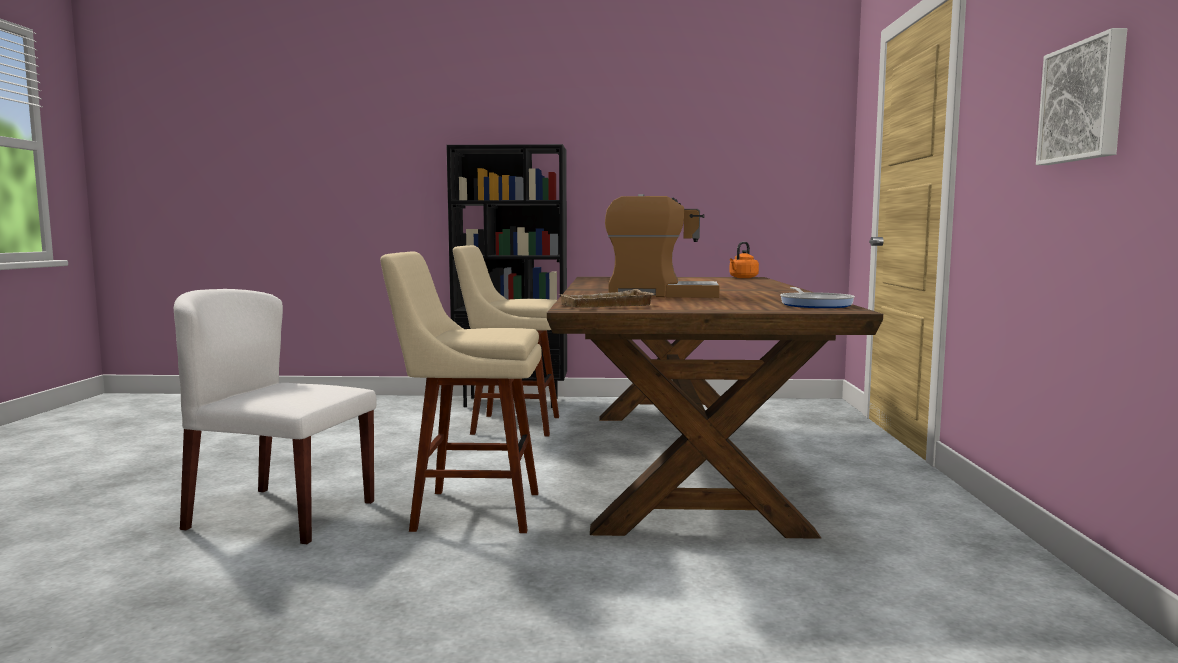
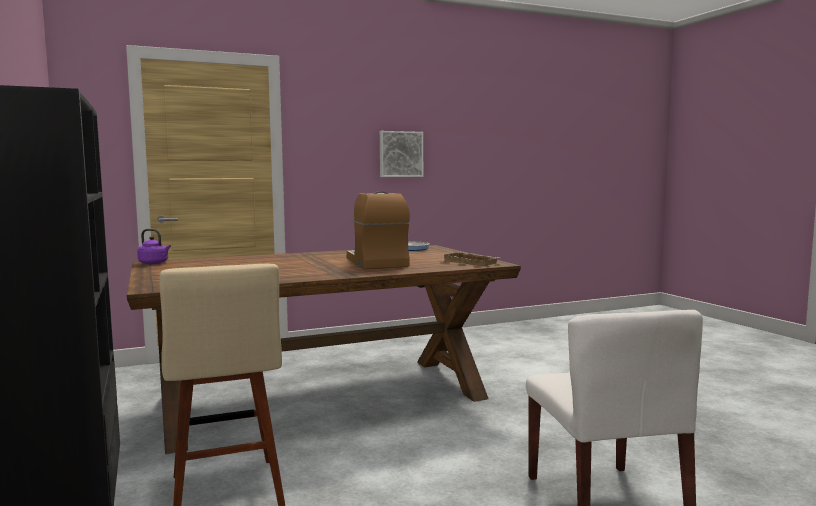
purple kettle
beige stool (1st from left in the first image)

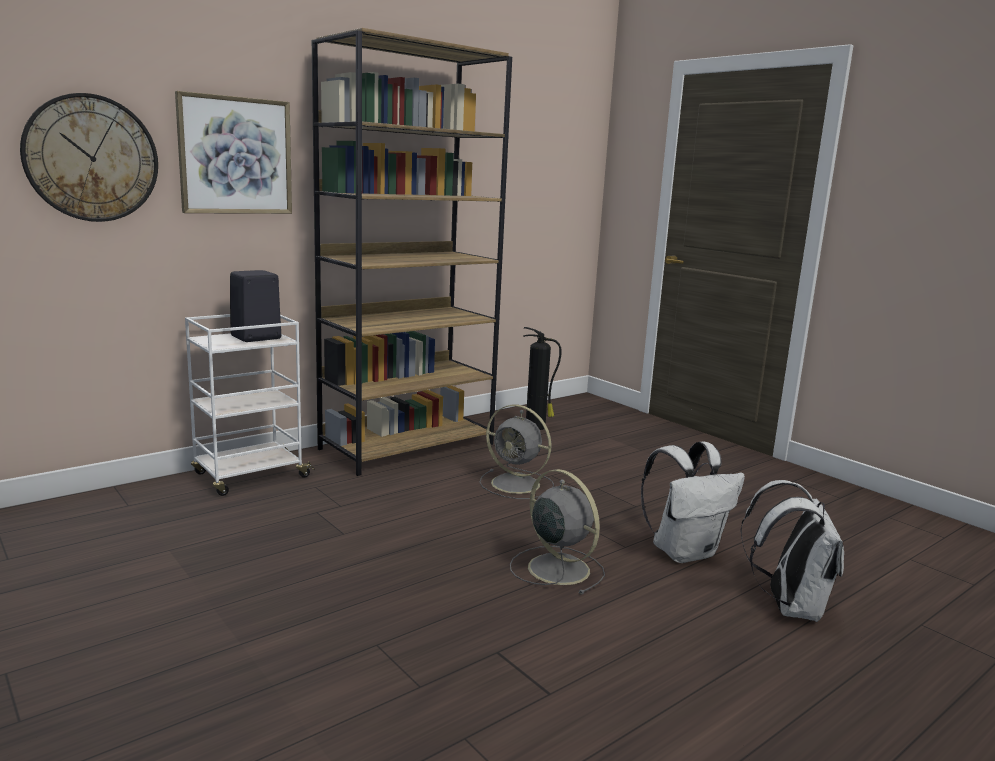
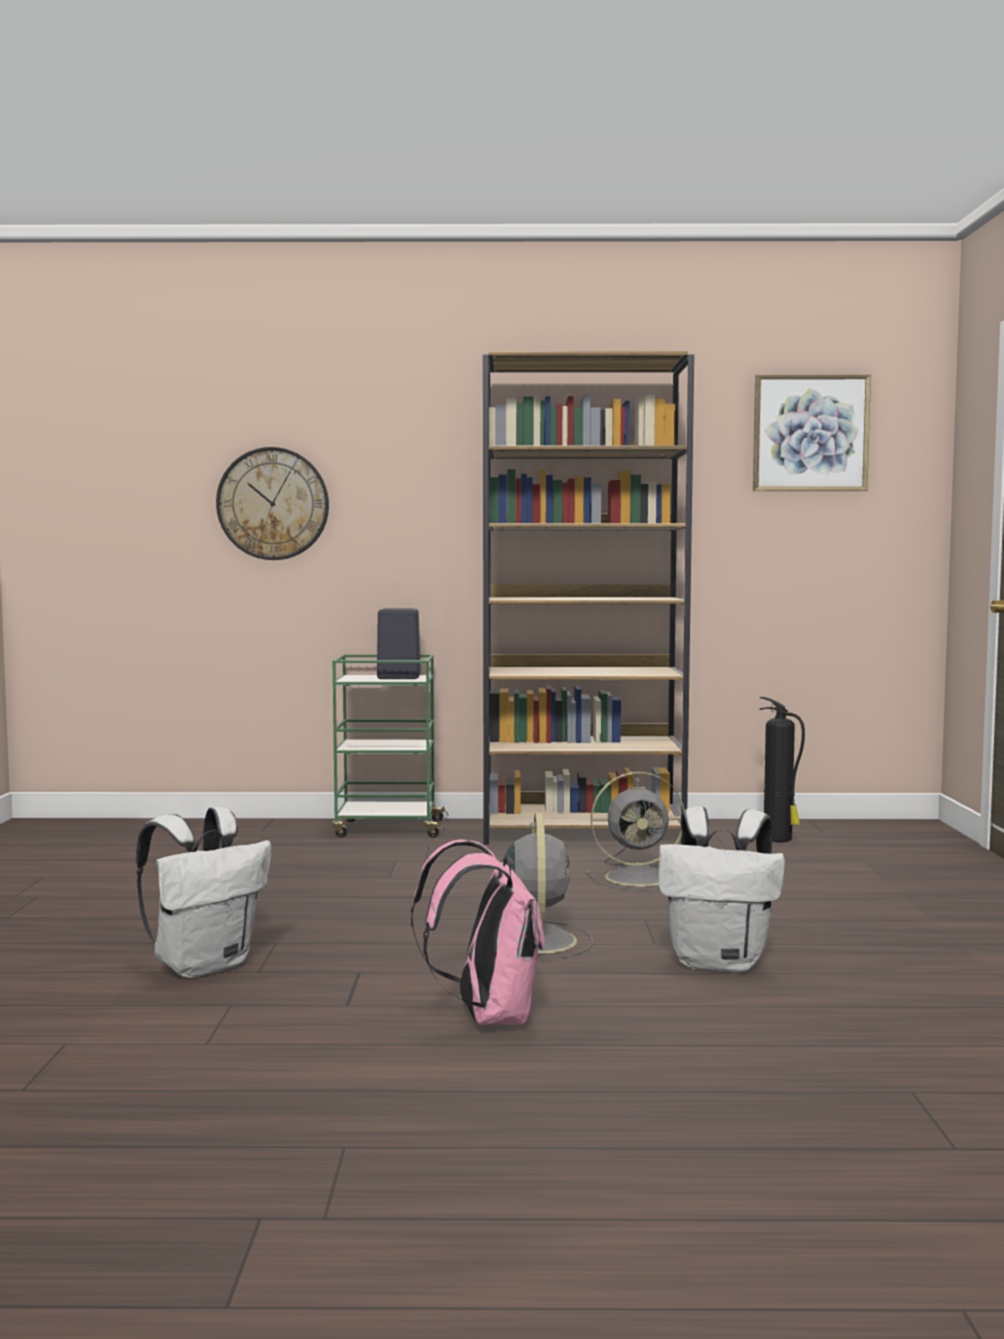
white backpack (1st from left)
green cart
pink backpack
grey fan (2nd from left)
picture

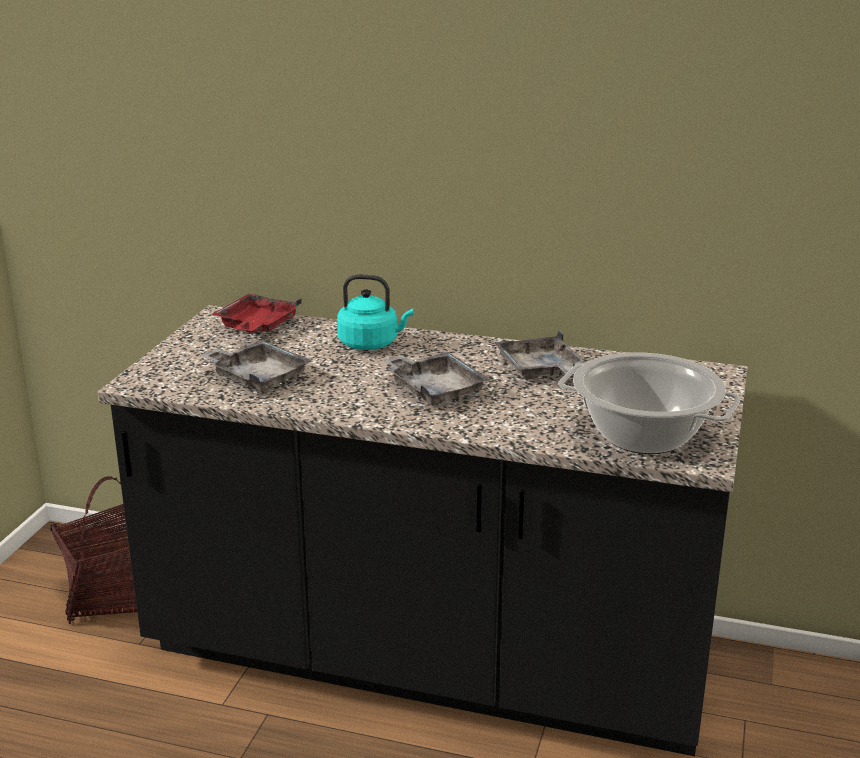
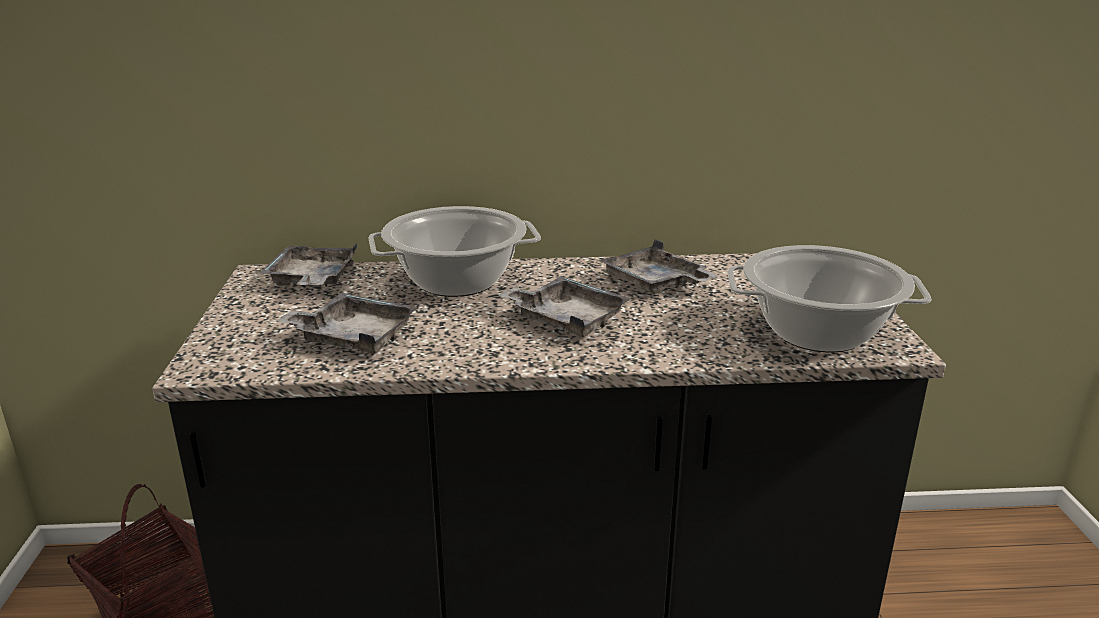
grey tray (1st from left)
cooking pot (1st from left)

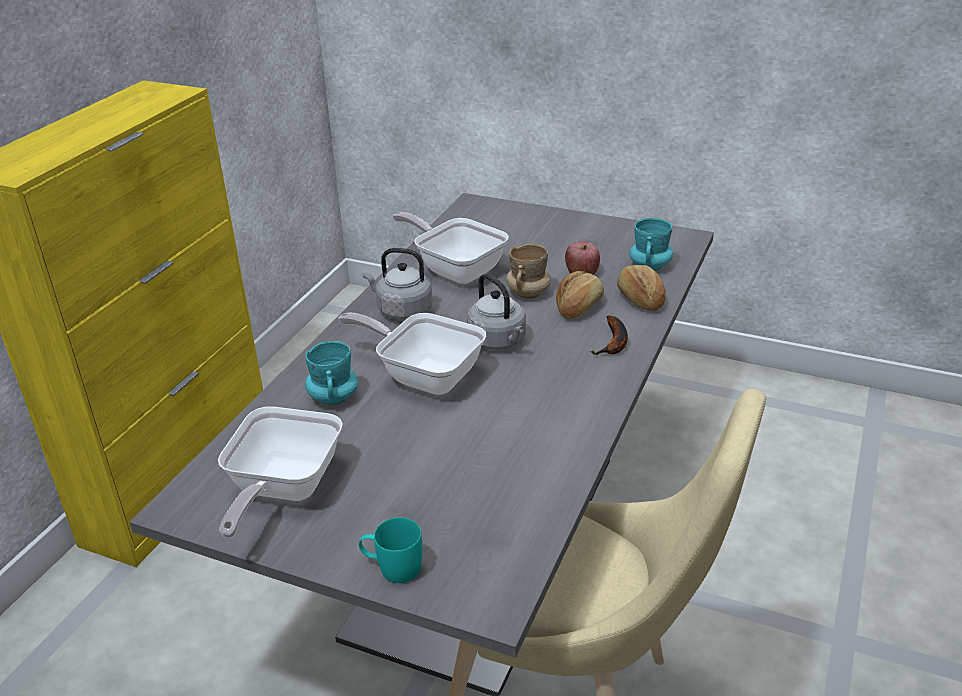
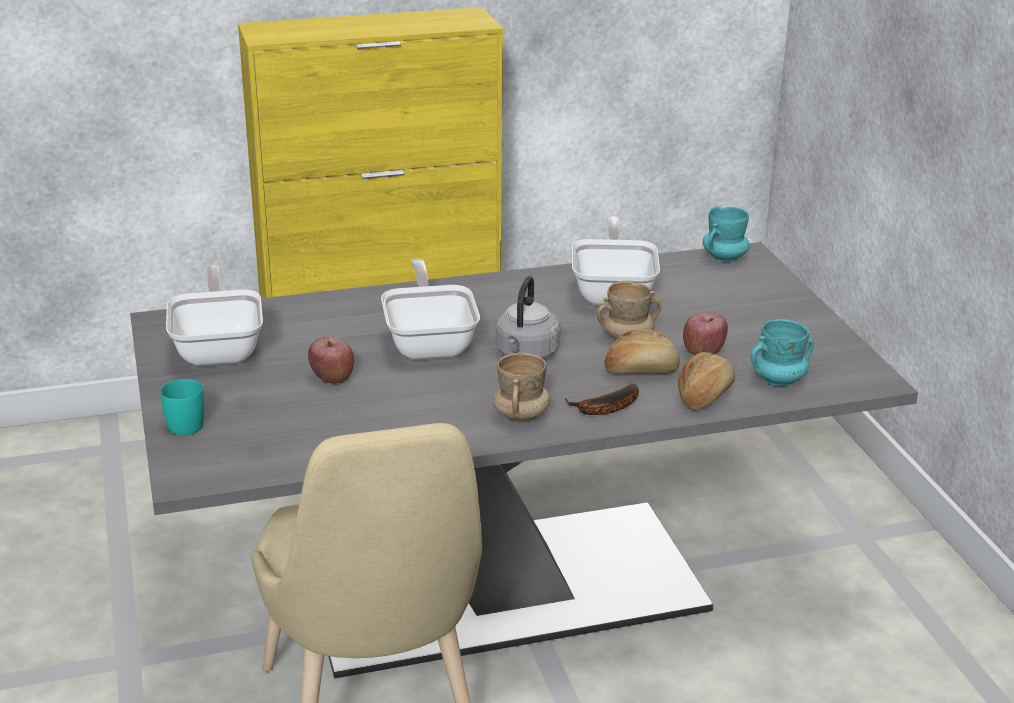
frying pan (1st from left)
apple (1st from left)
beige mug (1st from left)
turquoise mug (2nd from left)
grey kettle (1st from left in the first image)

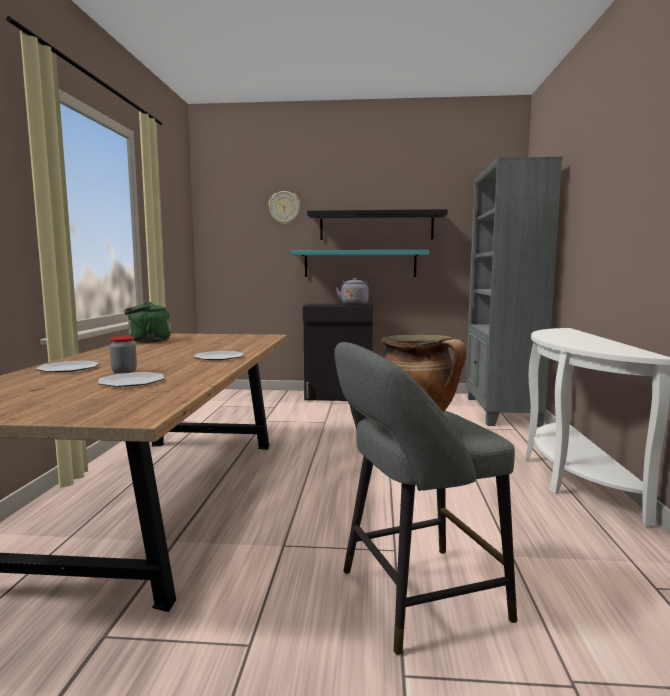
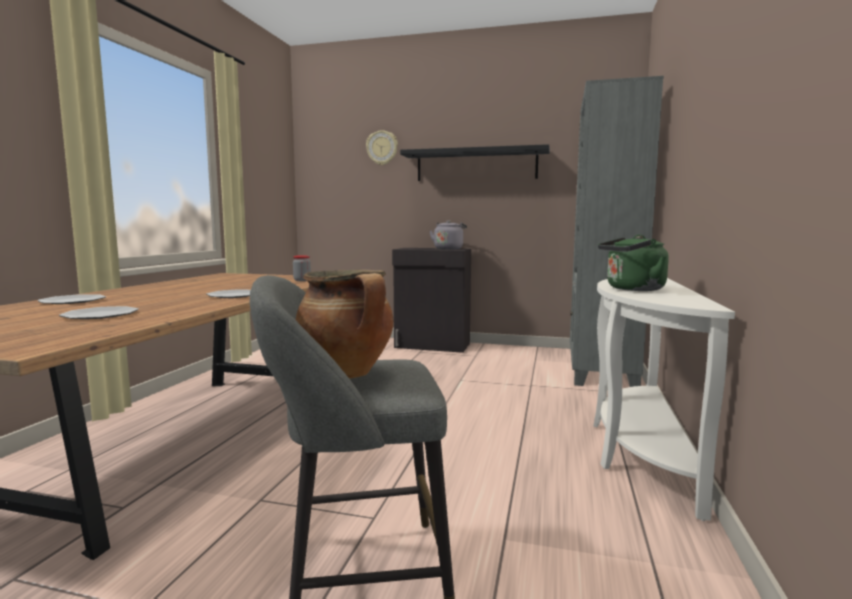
jar
green kettle
turquoise shelf

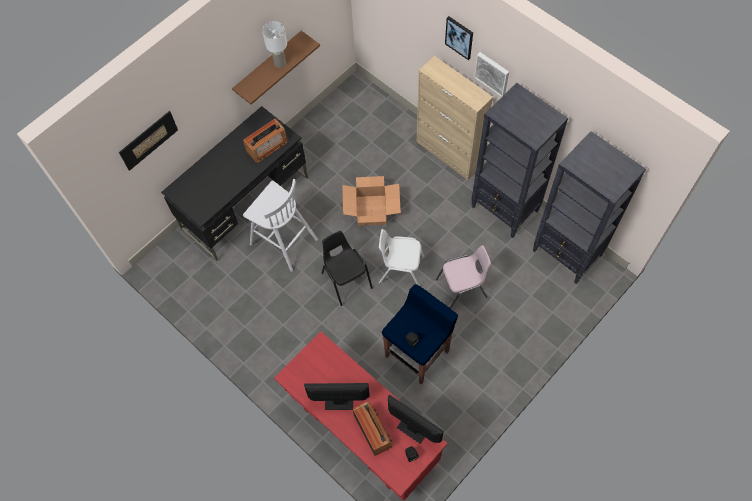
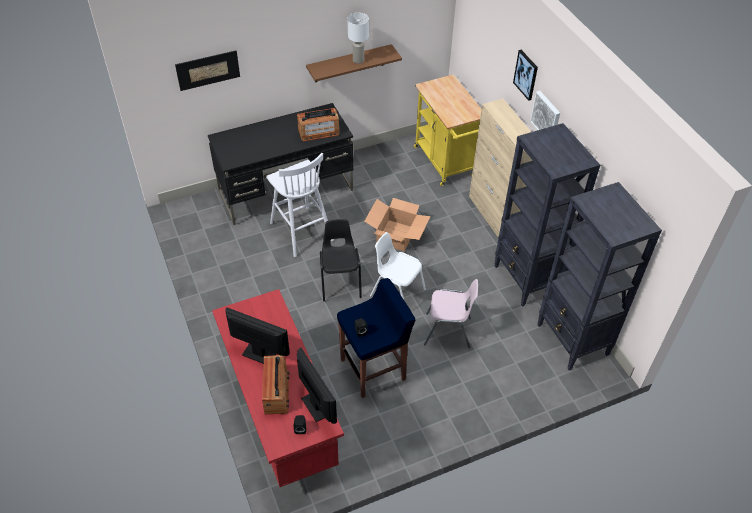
yellow cart

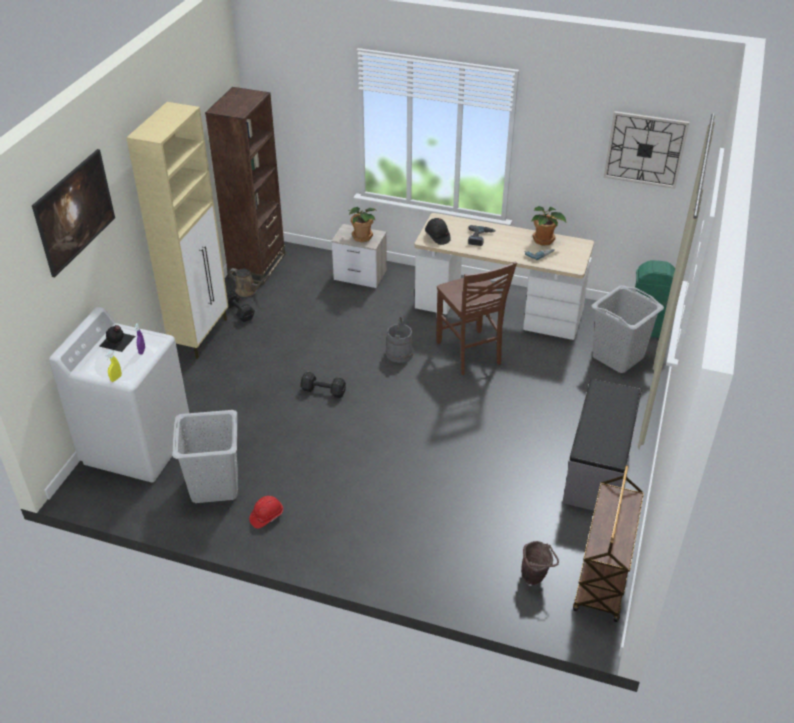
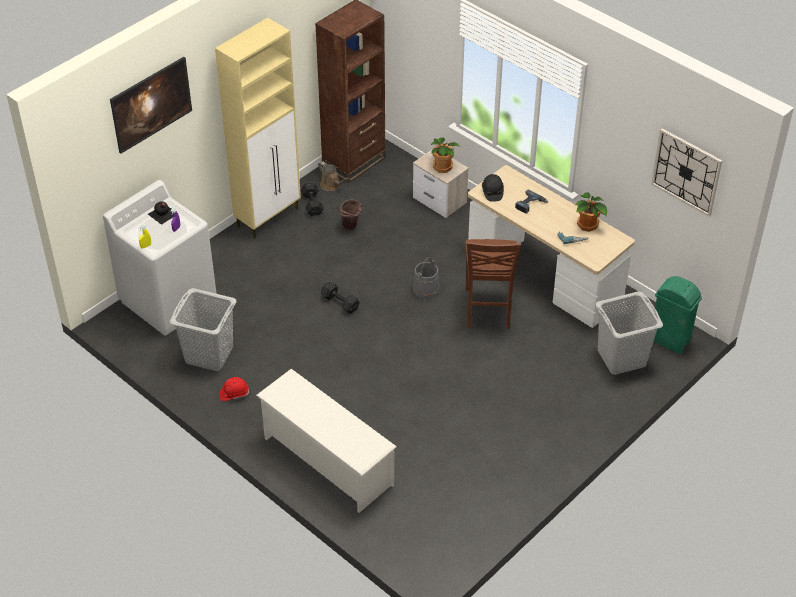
white shoe rack
brown bucket
grey bench
brown cart

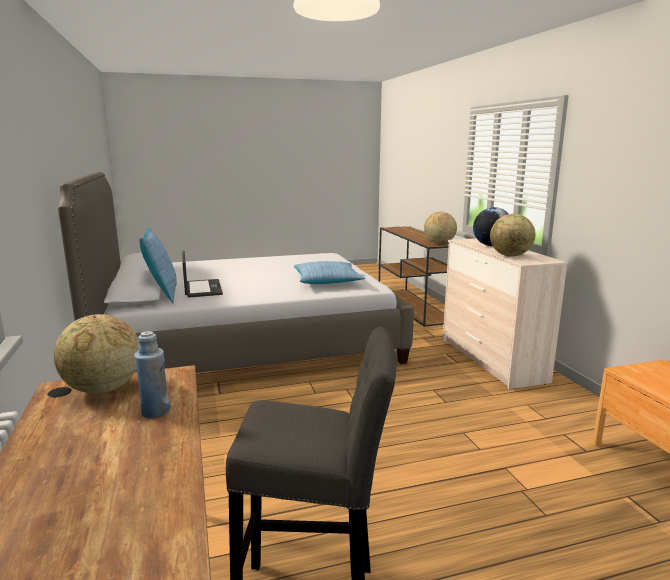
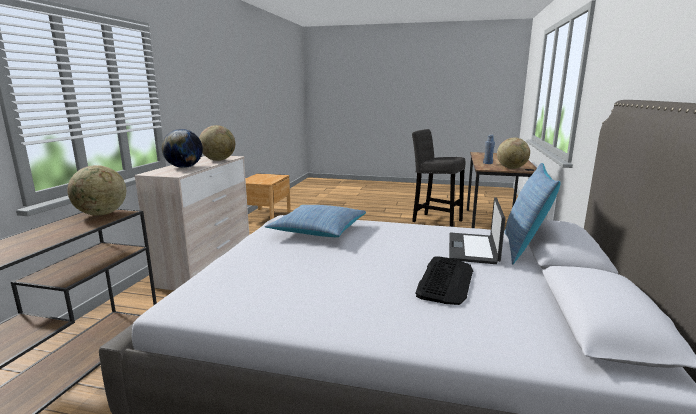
keyboard

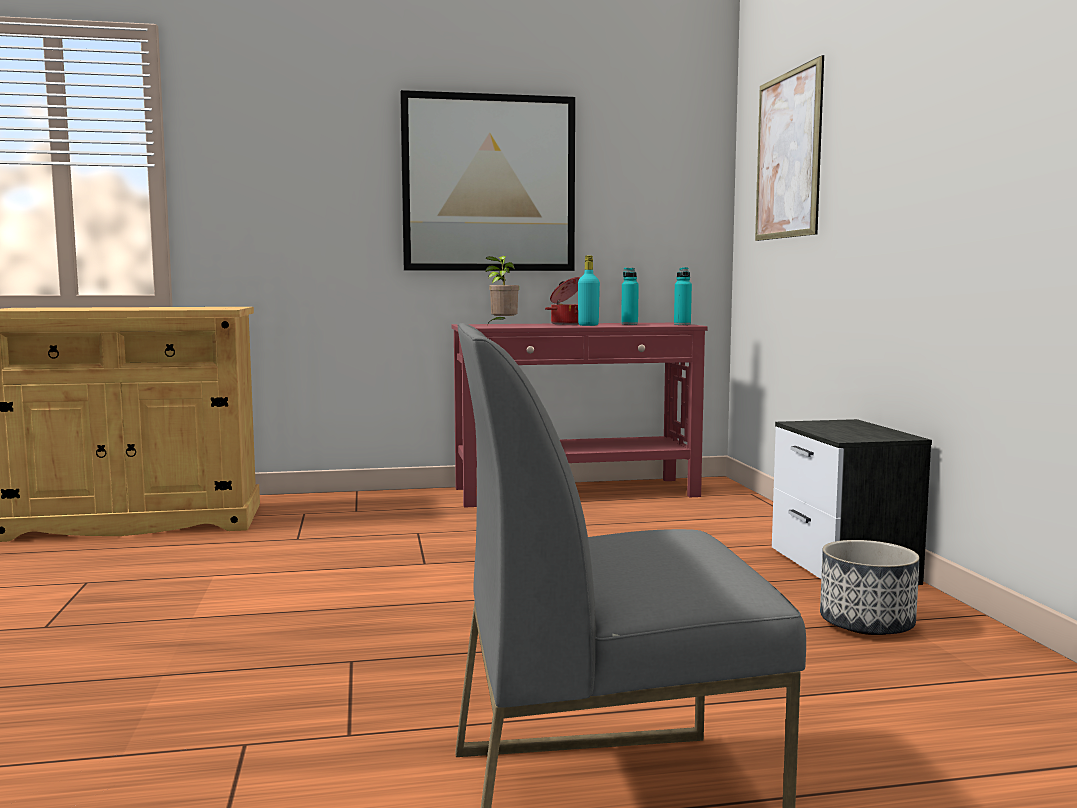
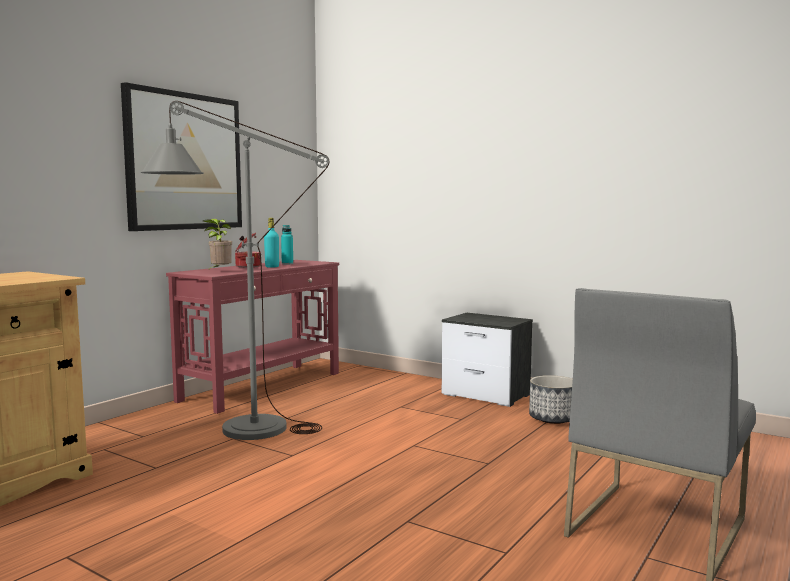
grey floor lamp
turquoise bottle (3rd from left in the first image)
picture (2nd from left in the first image)

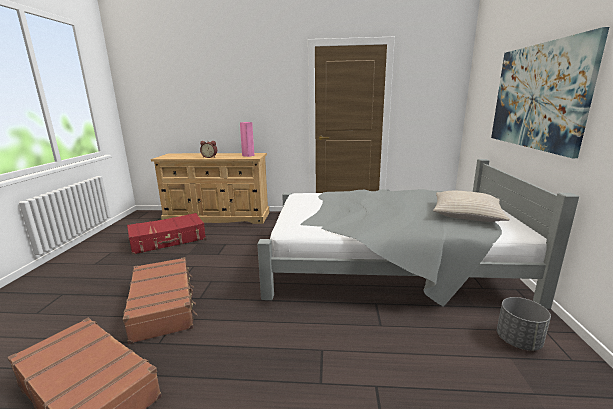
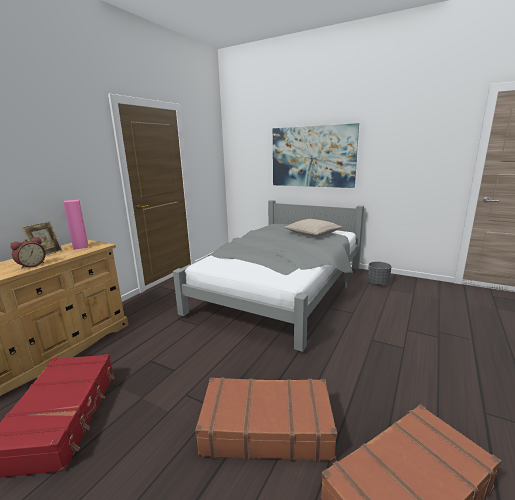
picture frame

